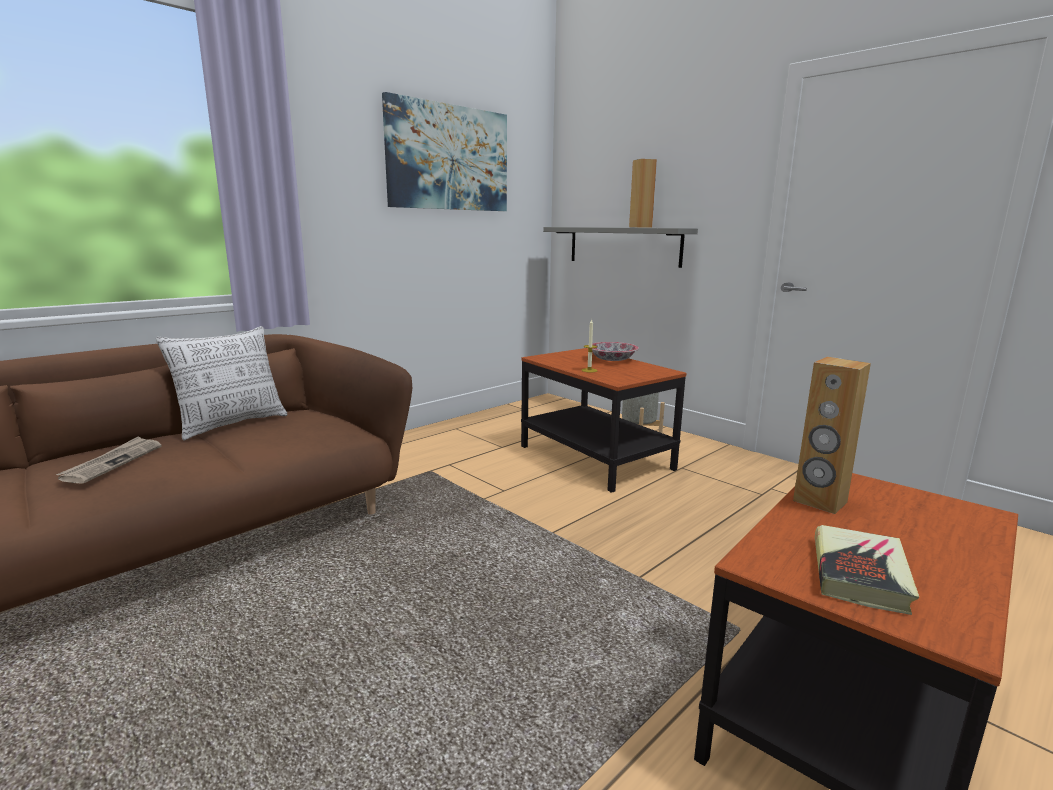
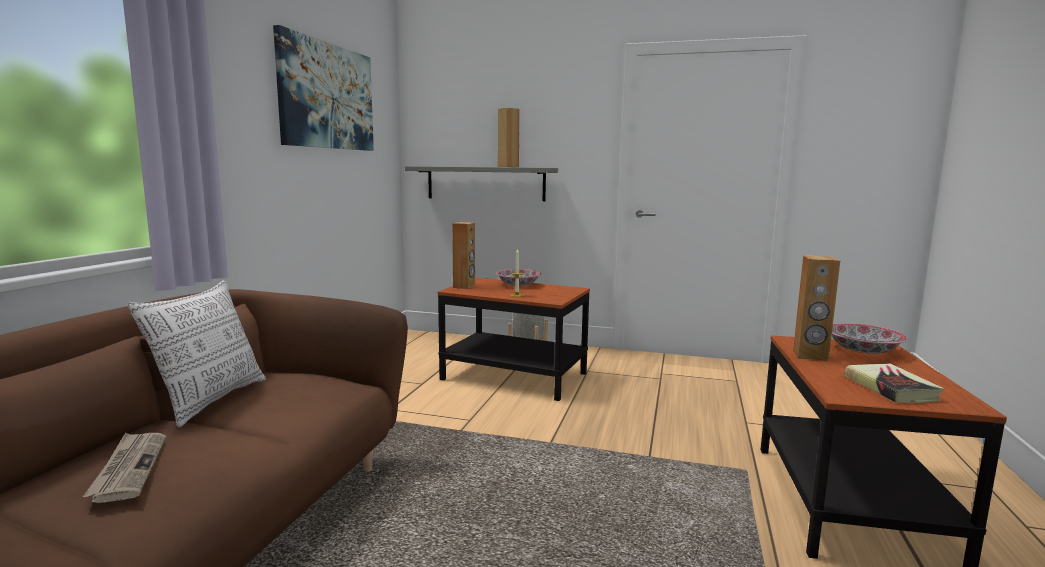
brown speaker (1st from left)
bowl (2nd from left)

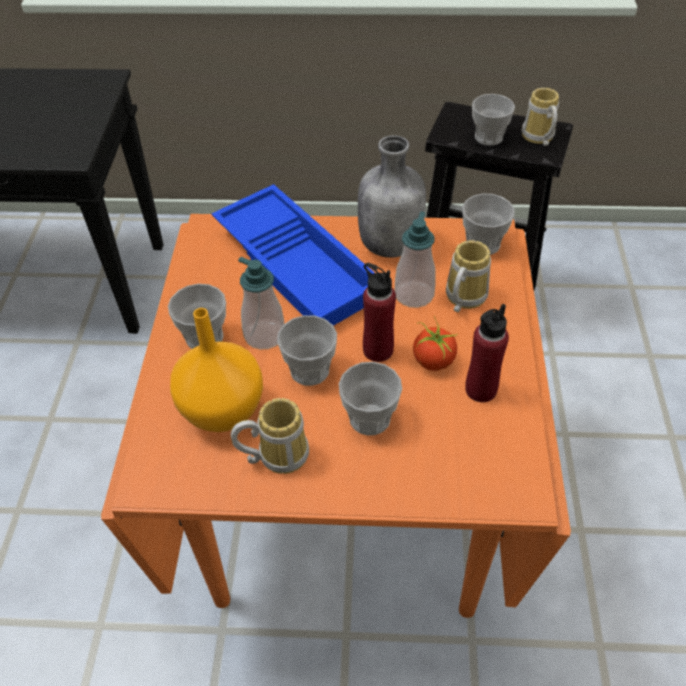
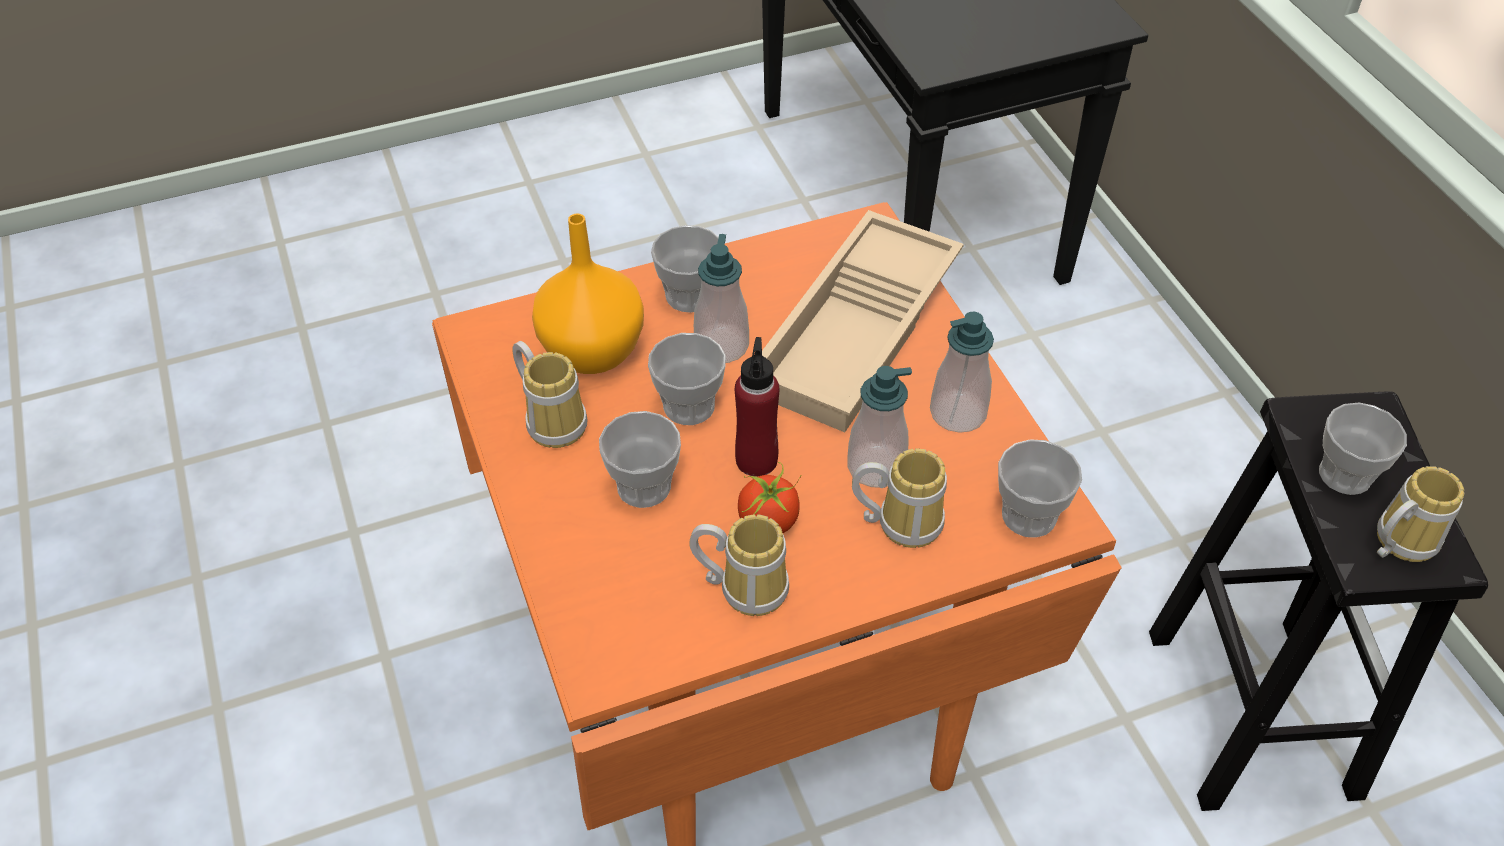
mug (2nd from left)
beige tray
soap dispenser (3rd from left)

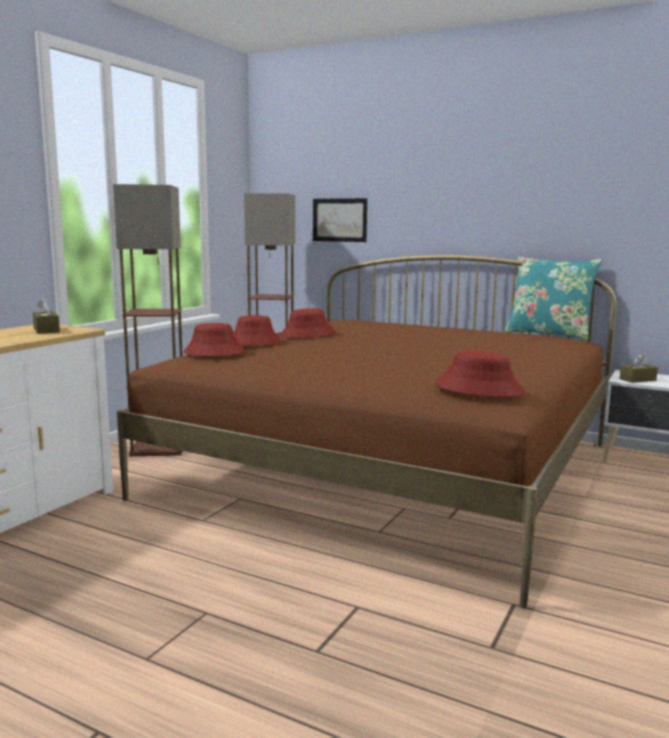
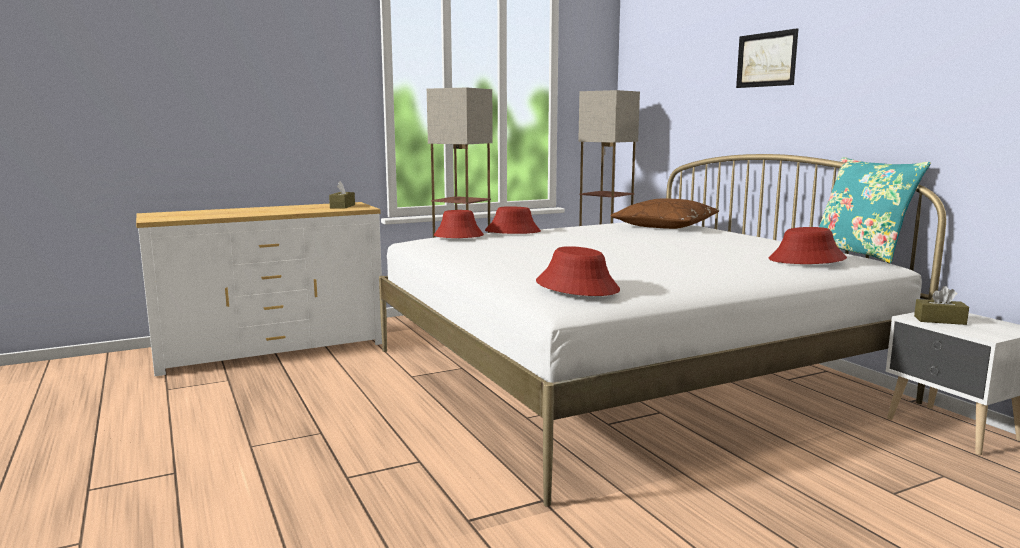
white bed
brown pillow
picture
red hat (4th from left)

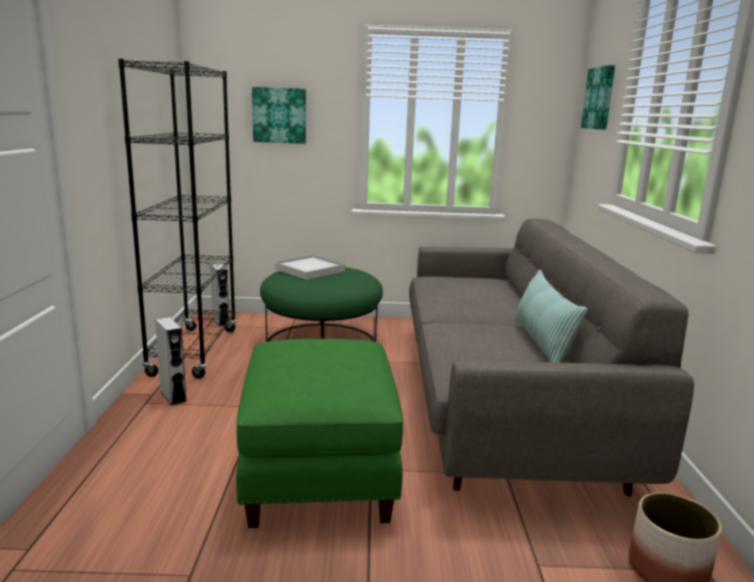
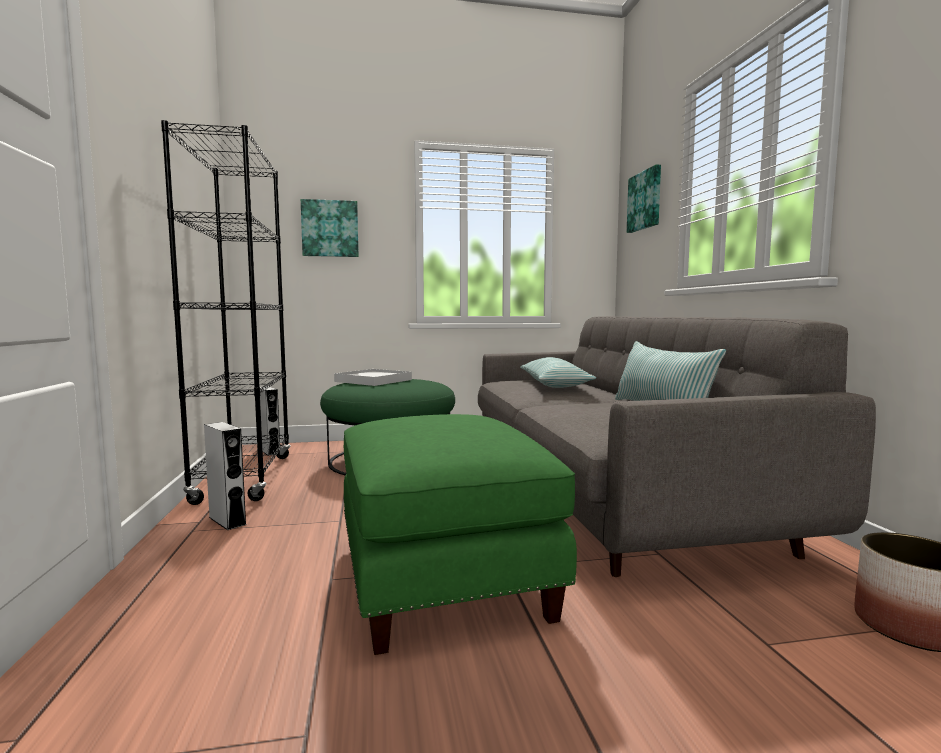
pillow (1st from left)

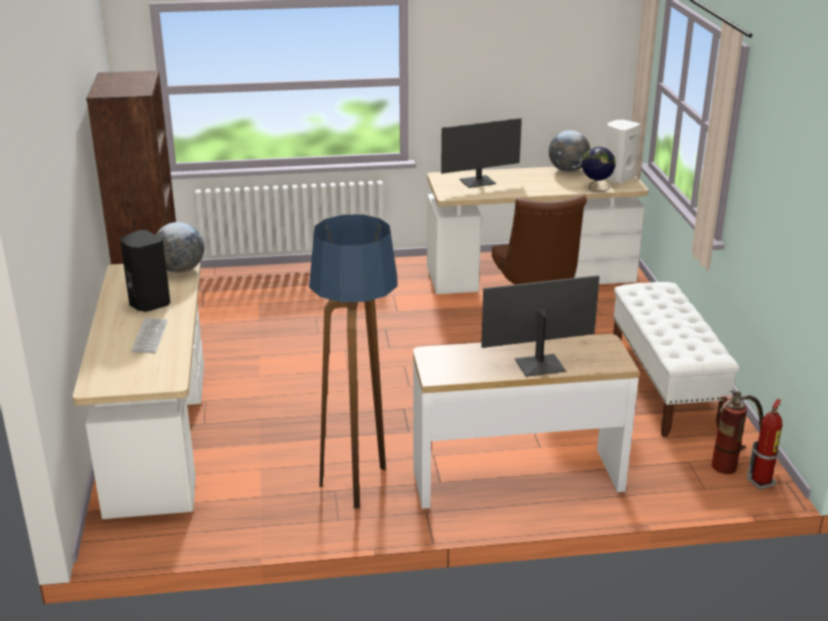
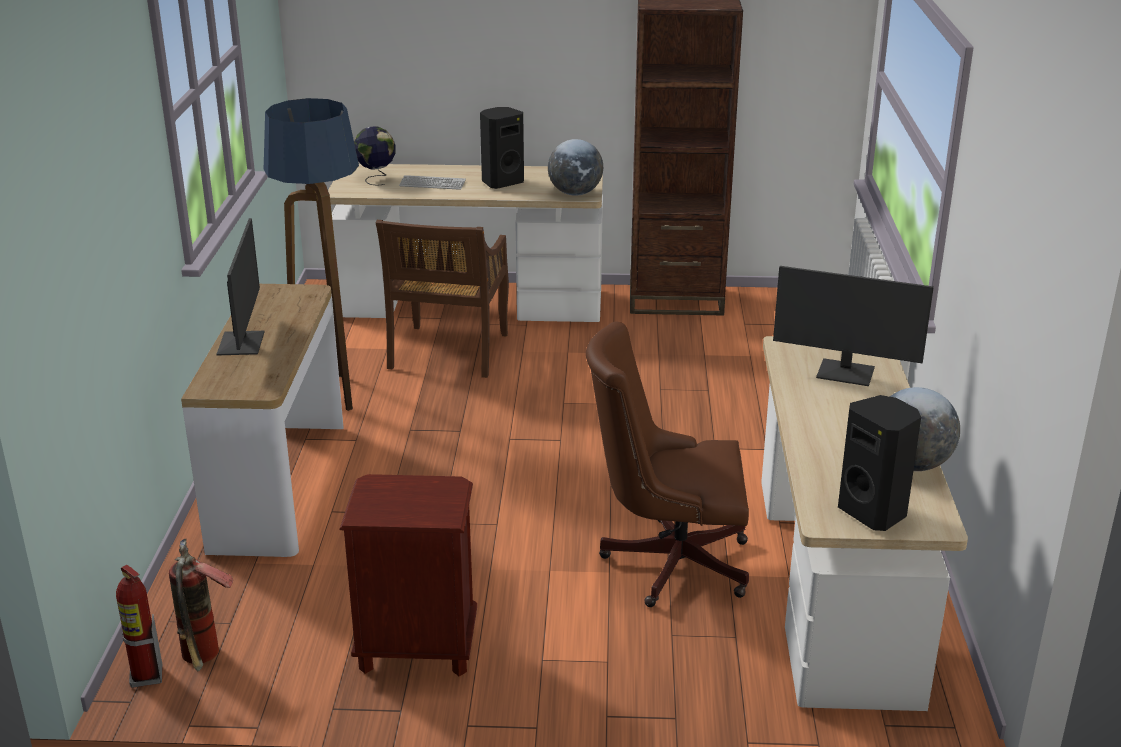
brown nightstand
globe (1st from left)
brown chair
monitor (2nd from left)
black speaker (2nd from left)

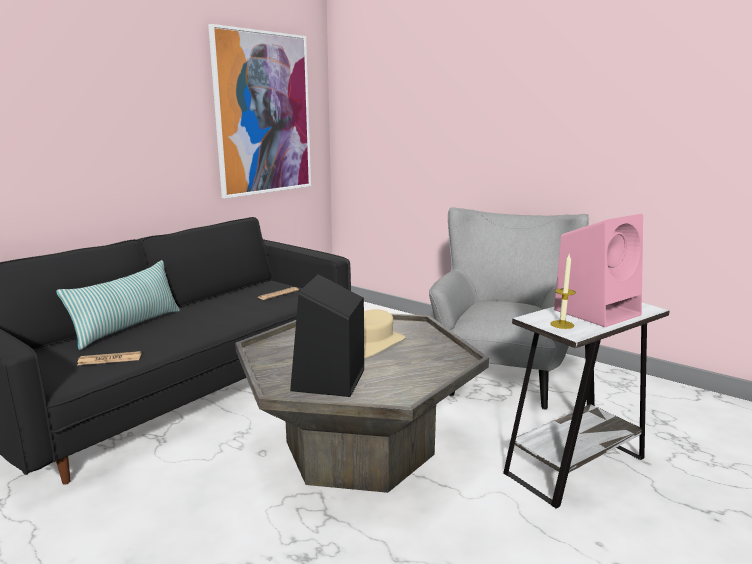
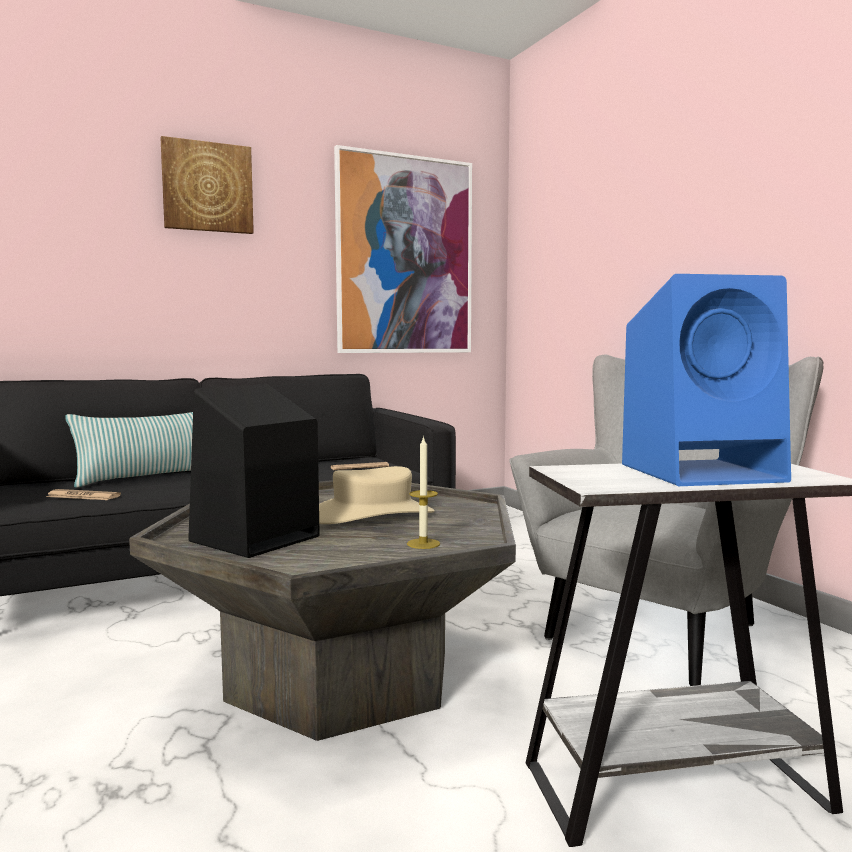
picture (1st from left)
candle
blue speaker

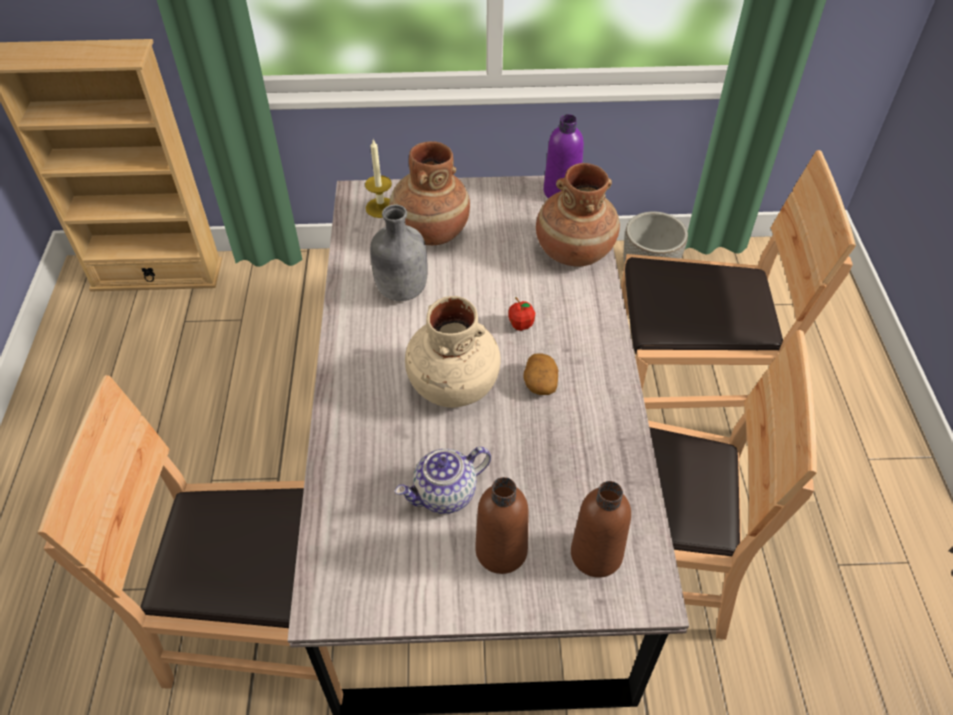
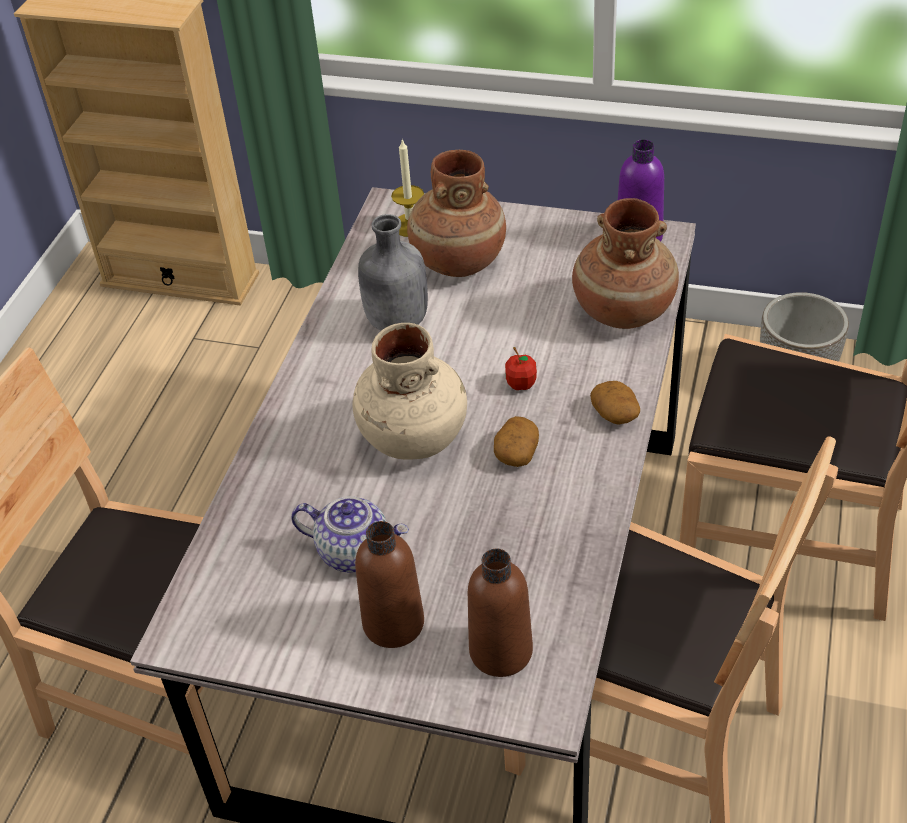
teapot
potato (2nd from left)

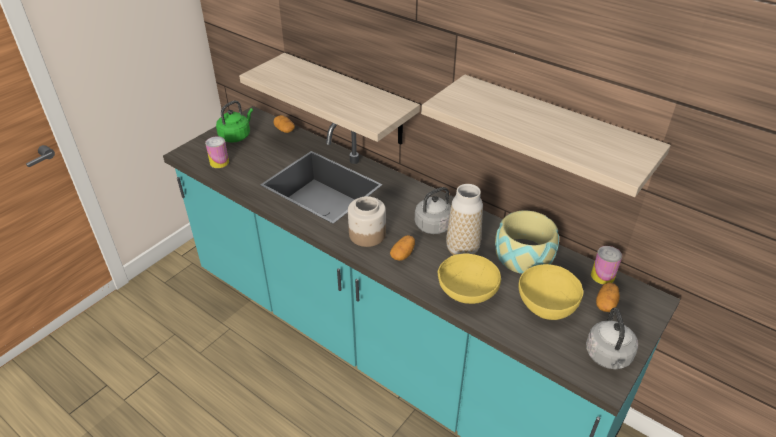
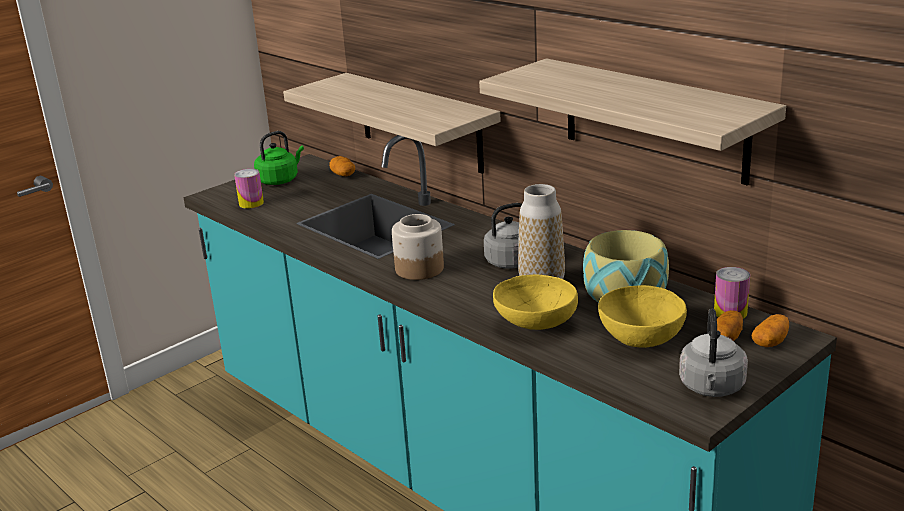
potato (3rd from left)

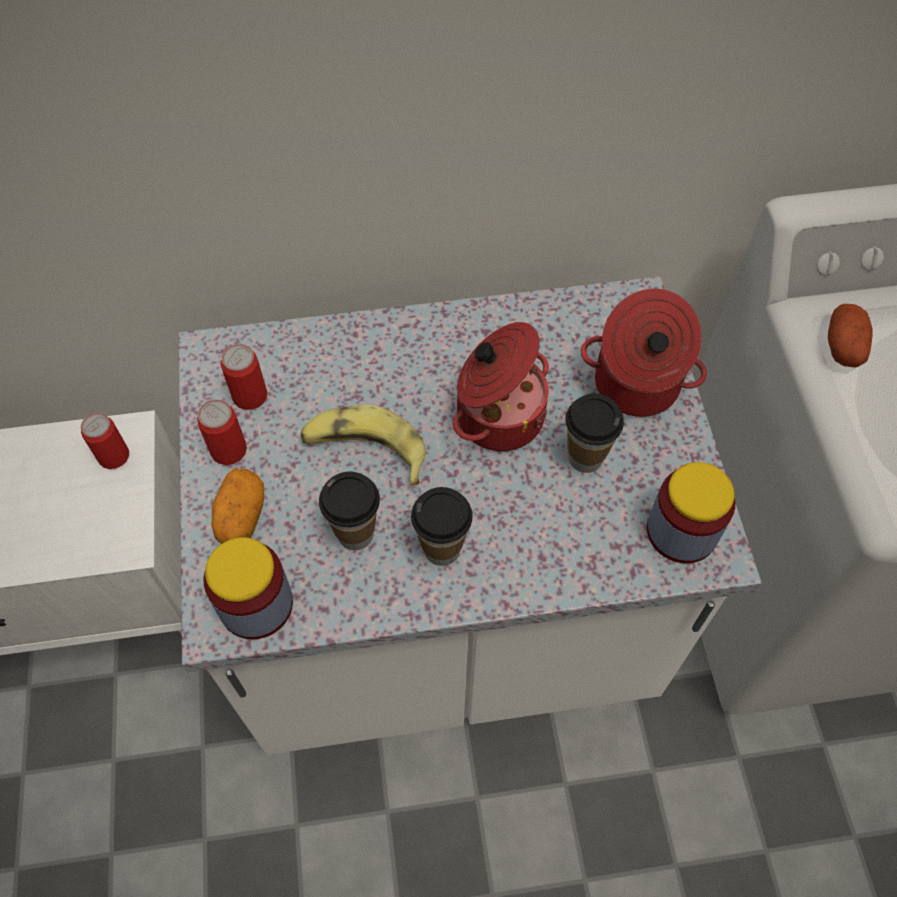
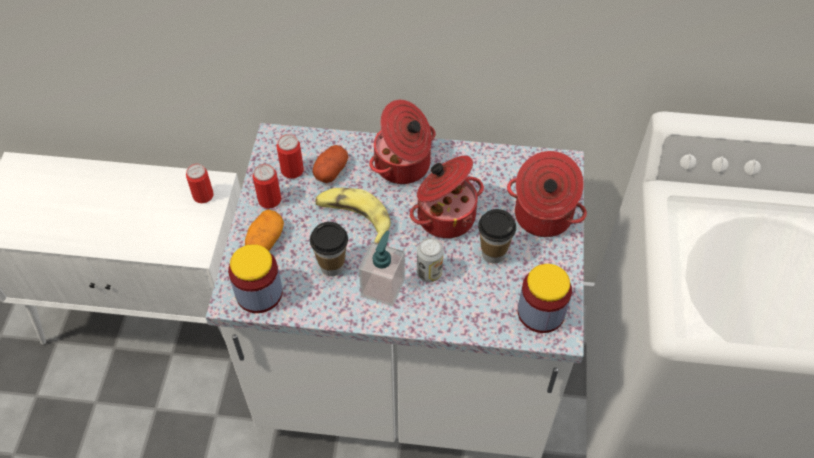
potato (2nd from left)
soap dispenser
cooking pot (1st from left)
can (4th from left)

